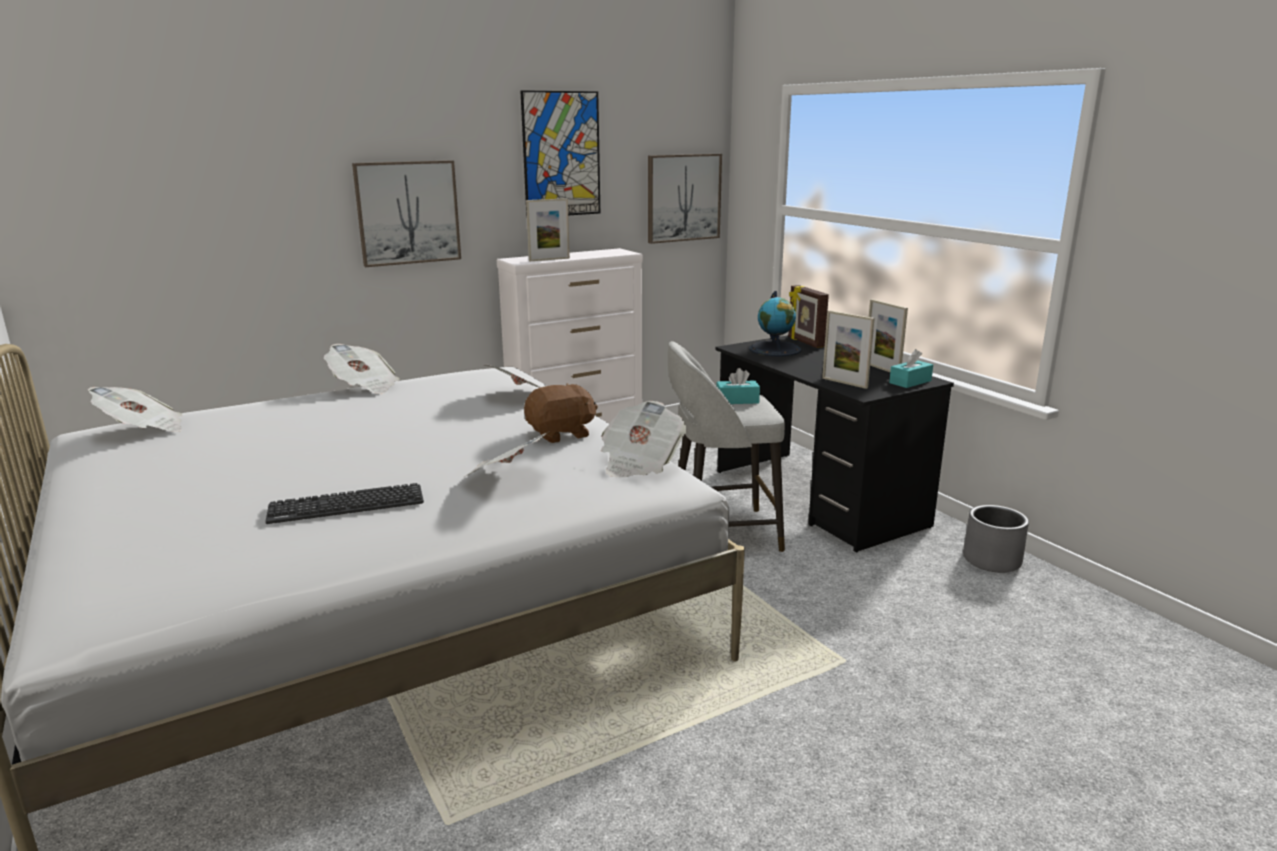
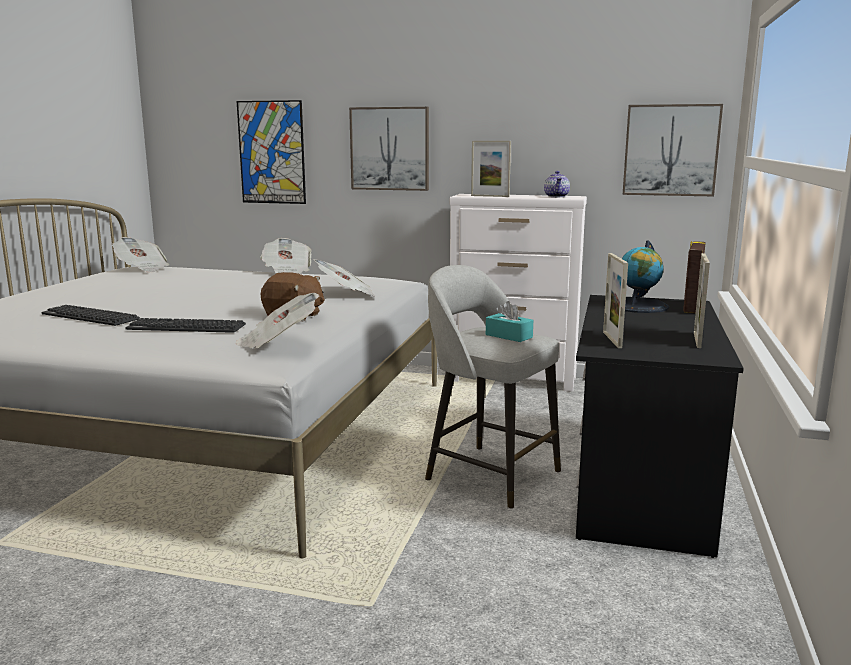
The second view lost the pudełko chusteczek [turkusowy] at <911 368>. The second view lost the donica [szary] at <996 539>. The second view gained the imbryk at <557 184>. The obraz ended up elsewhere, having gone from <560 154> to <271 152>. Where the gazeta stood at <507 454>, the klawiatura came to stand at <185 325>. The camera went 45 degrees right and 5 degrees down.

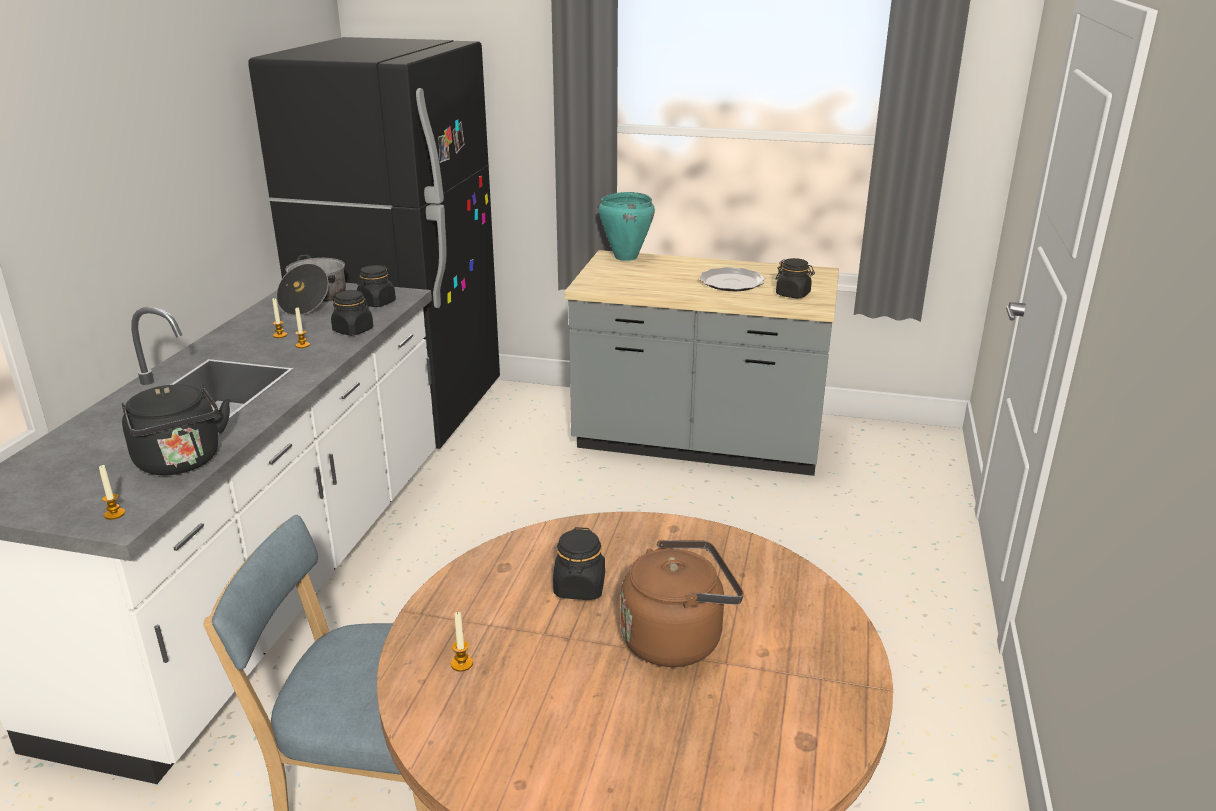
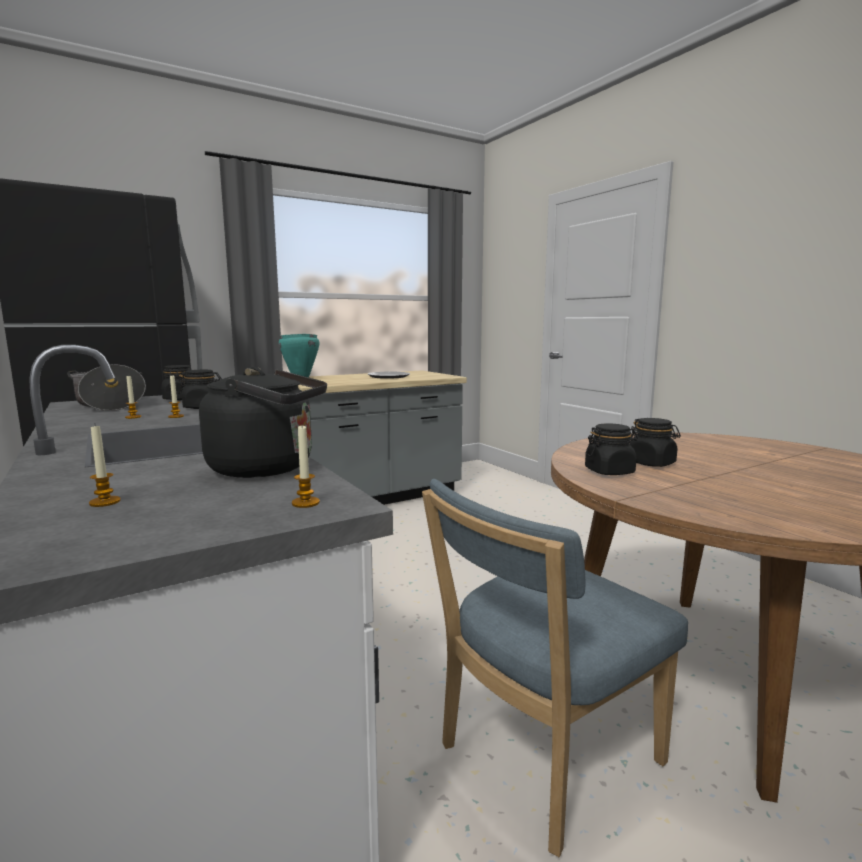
The second view lost the czajnik [brązowy] at <682 603>. The świeca ended up elsewhere, having gone from <462 641> to <105 466>. The słoik [czarny] ended up elsewhere, having gone from <795 278> to <611 449>. The camera went 45 degrees left and 15 degrees down.

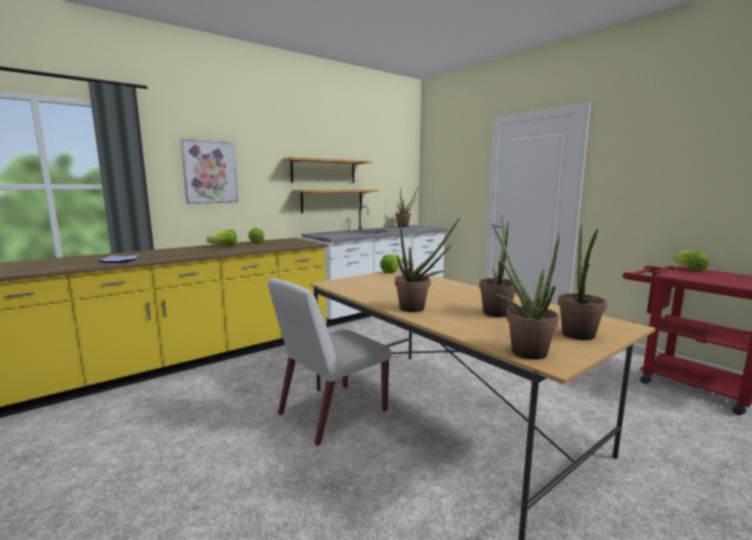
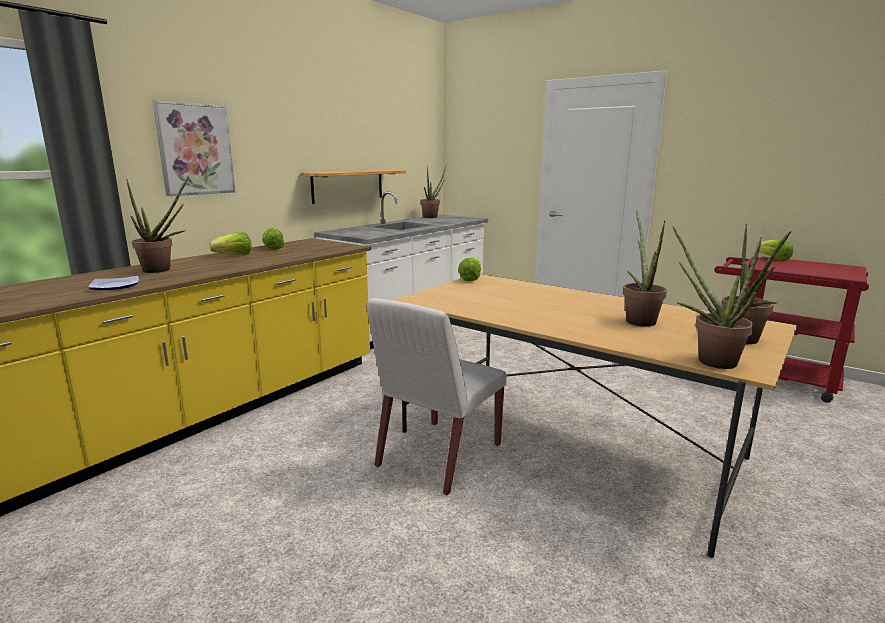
The second view lost the półka at <327 170>. The roślina doniczkowa ended up elsewhere, having gone from <427 264> to <157 224>. The camera went 15 degrees left and 5 degrees up.

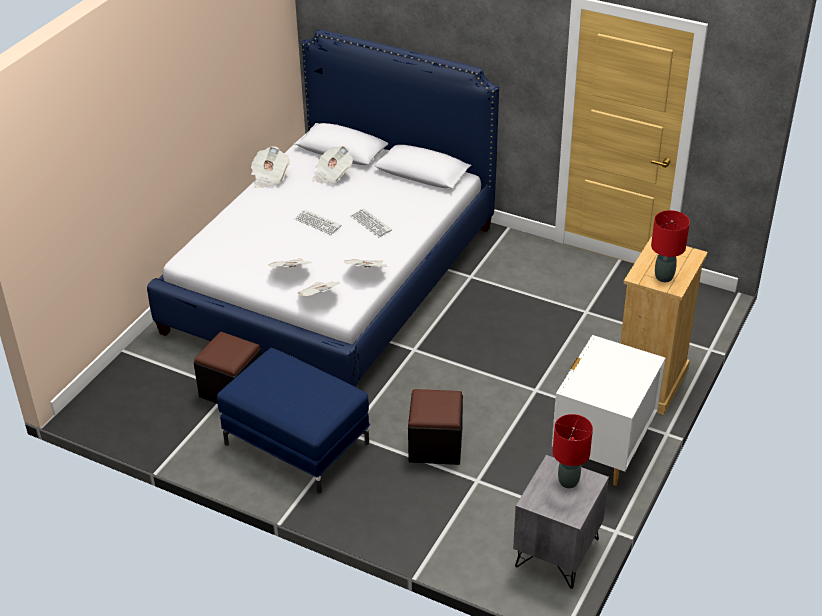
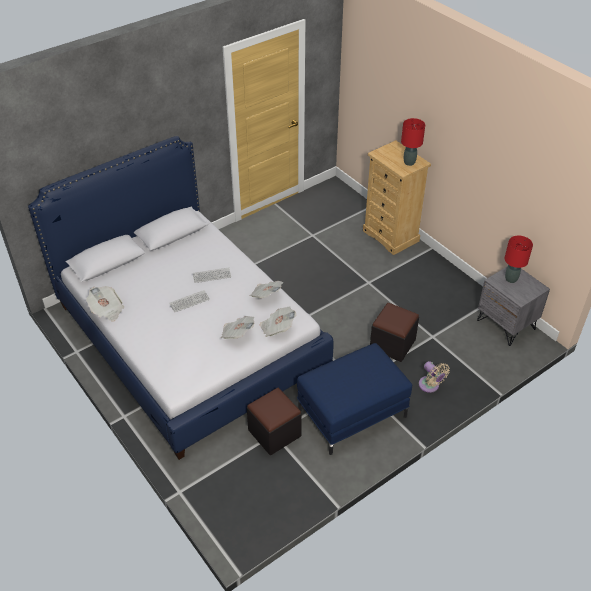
The second view lost the gazeta at <332 165>. The second view lost the szafka nocna [biały] at <609 410>. The second view gained the wentylator [beżowy] at <434 377>. The camera went 65 degrees left and 5 degrees up.

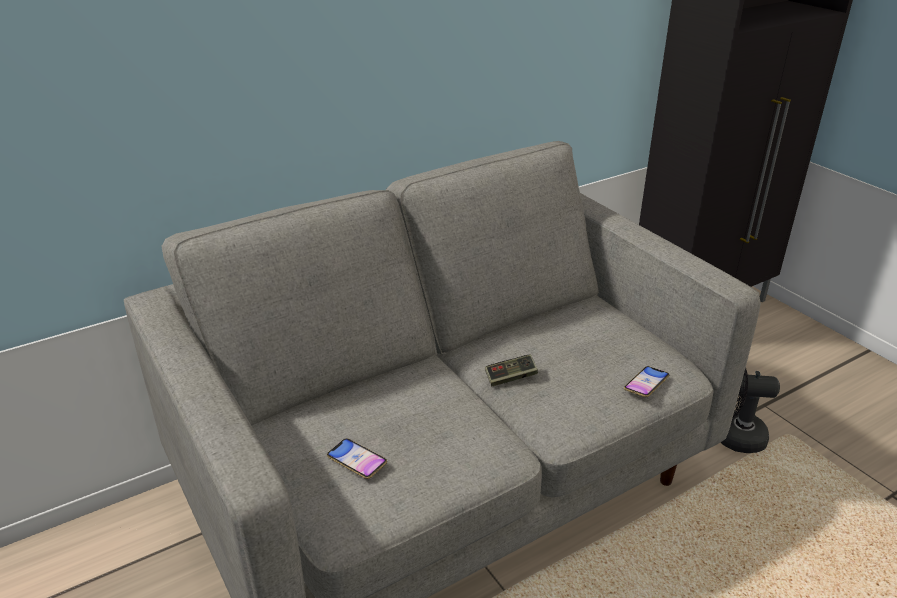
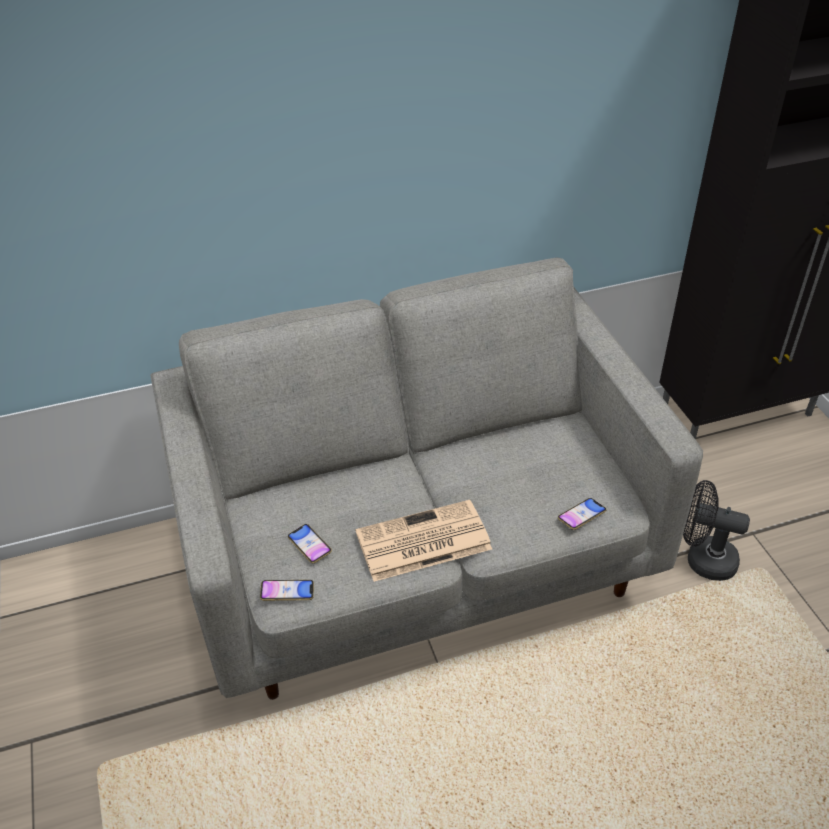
The second view lost the pad do gier at <511 370>. The second view gained the telefon at <287 590>. The second view gained the gazeta at <423 541>. The camera went 15 degrees right and 10 degrees up.

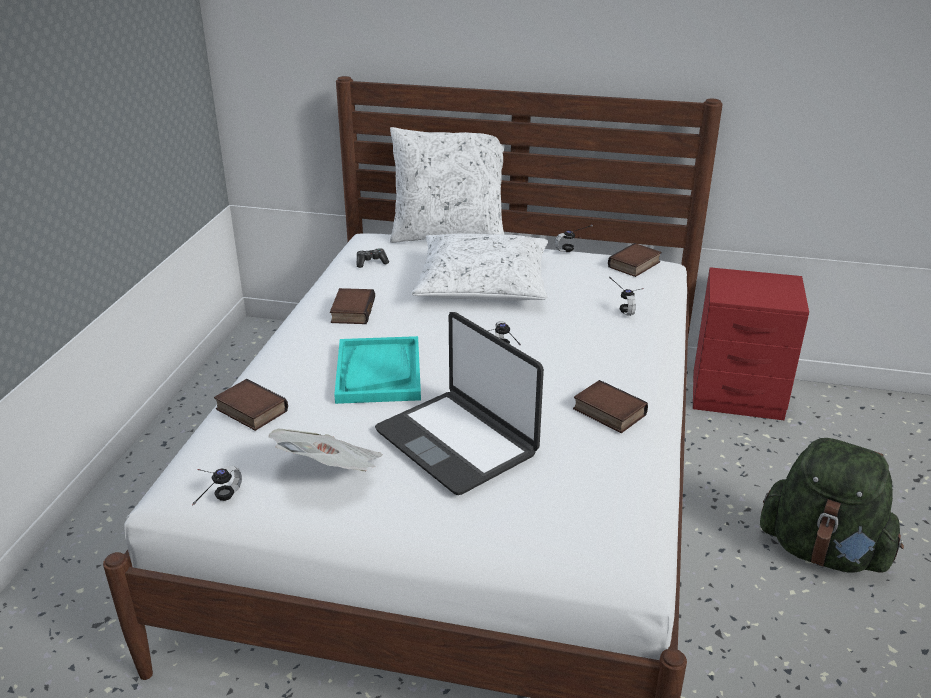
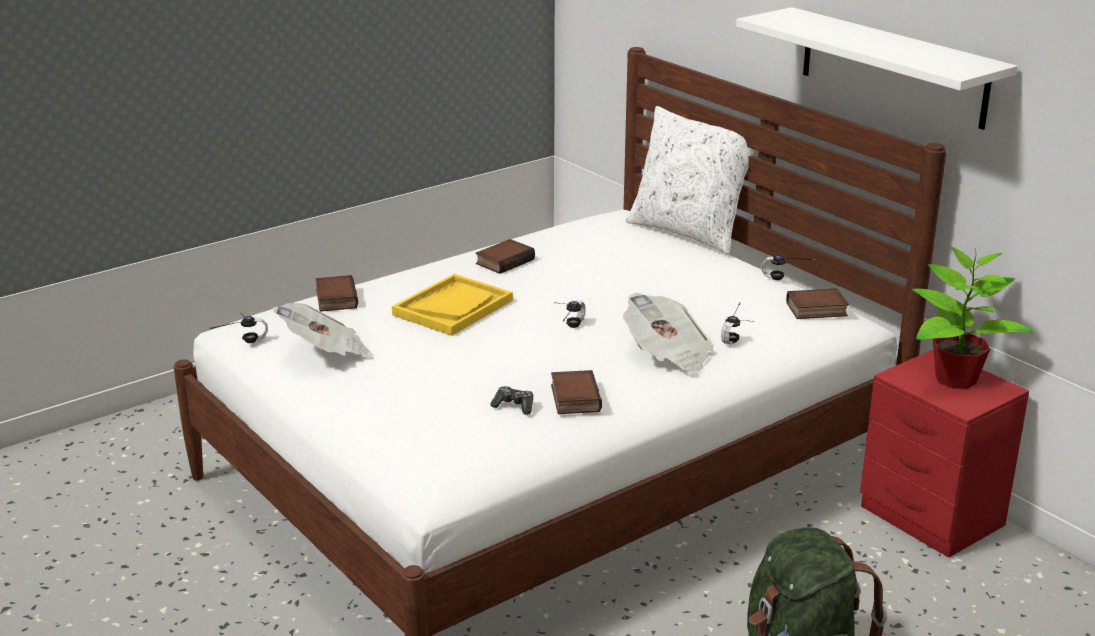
The second view lost the laptop at <459 403>. The second view lost the poduszka [biały] at <479 267>. The second view gained the gazeta at <668 334>. The second view gained the półka [biały] at <877 68>. The second view gained the roślina doniczkowa at <972 318>. The pad do gier ended up elsewhere, having gone from <373 258> to <511 400>. What was the taca [turkusowy] at <377 370> turned into the taca [żółty] at <452 305>. The camera went 40 degrees right and 5 degrees down.

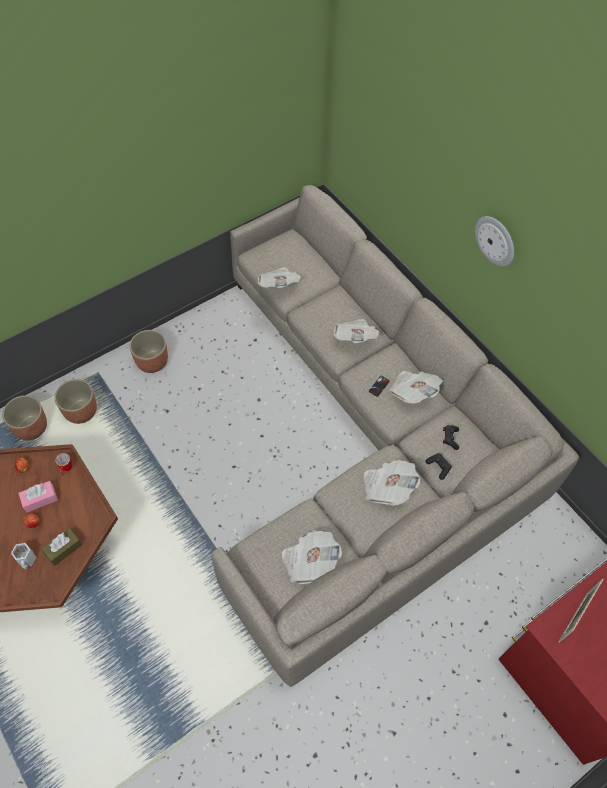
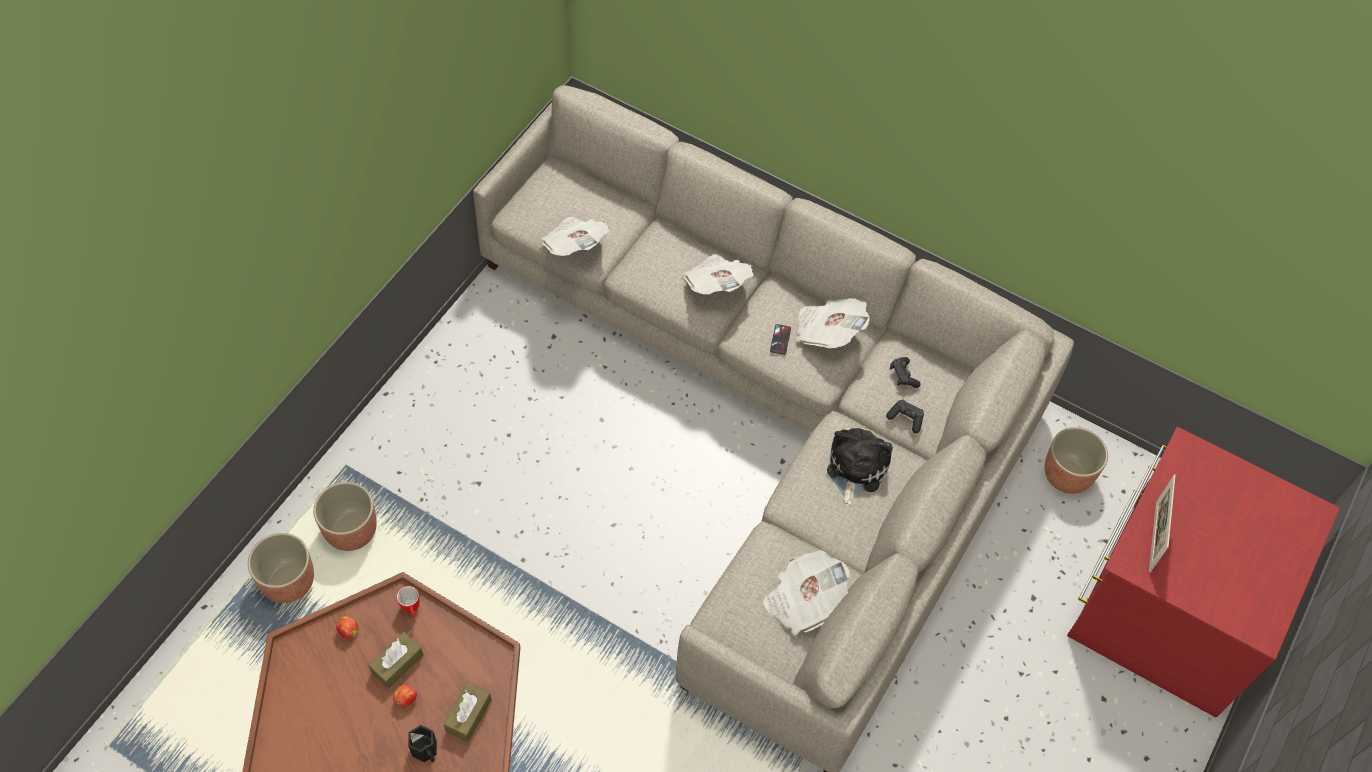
The second view lost the zegar ścienny at <494 241>. The donica ended up elsewhere, having gone from <148 351> to <1076 460>. Where the gazeta stood at <392 482>, the pluszak came to stand at <860 467>. What was the kubek [biały] at <23 556> turned into the kubek [czarny] at <422 743>. What was the pudełko chusteczek [różowy] at <38 496> turned into the pudełko chusteczek [brązowy] at <395 660>. The camera went 25 degrees left and 0 degrees up.

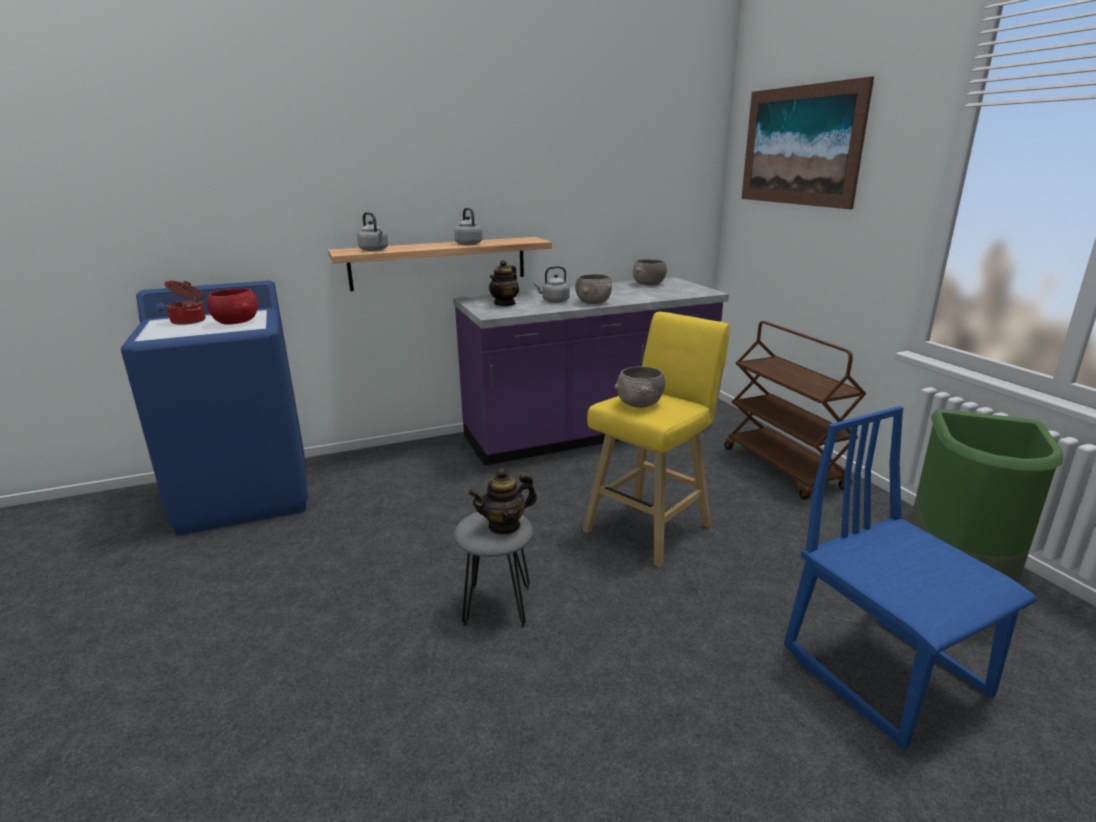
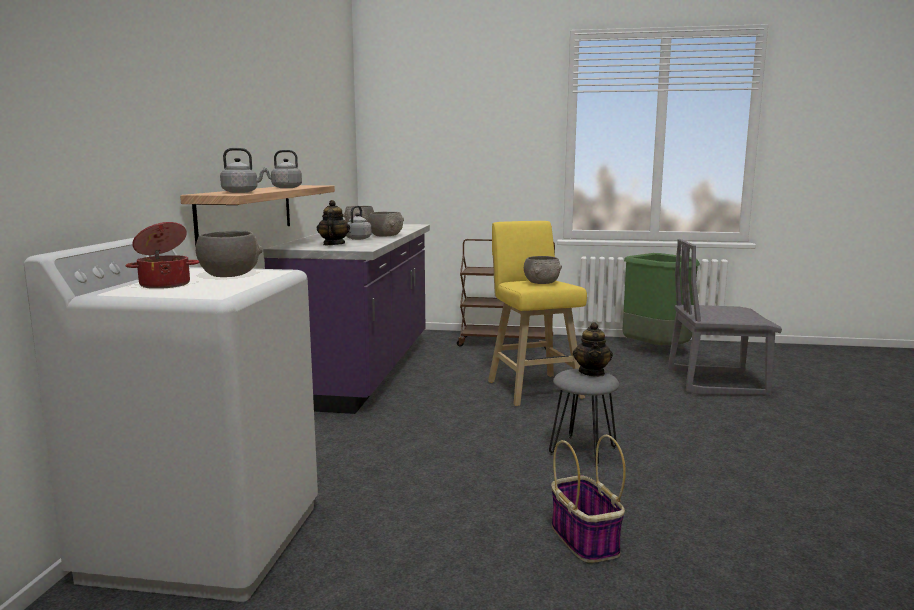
The second view lost the obraz at <807 142>. The second view gained the koszyk at <588 499>. What was the pralka [niebieski] at <215 408> turned into the pralka [biały] at <171 420>. What was the miska [czerwony] at <232 306> turned into the miska [szary] at <229 254>. What was the krzesło [niebieski] at <910 578> turned into the krzesło [szary] at <725 317>. The imbryk at <504 283> ended up facing another way, 150 degrees counterclockwise from before. The camera went 60 degrees left and 10 degrees down.

